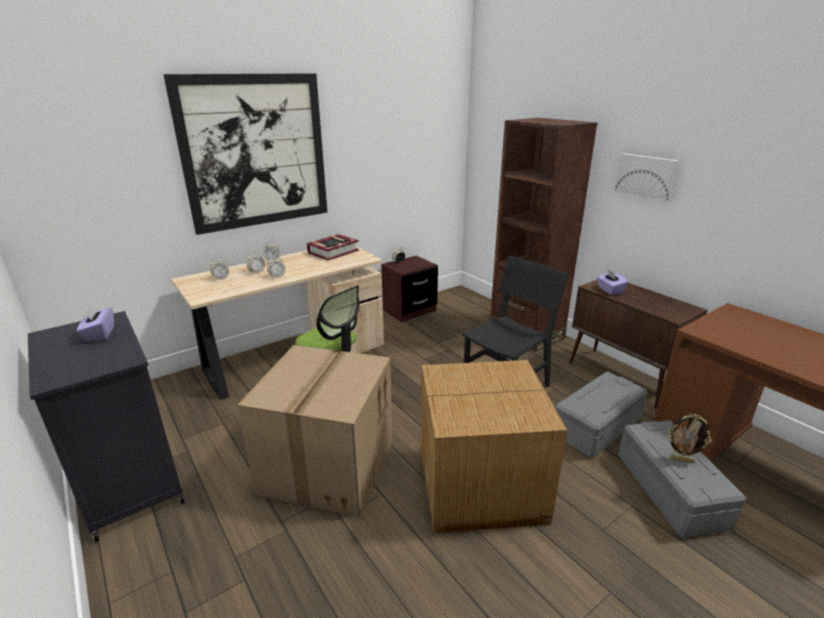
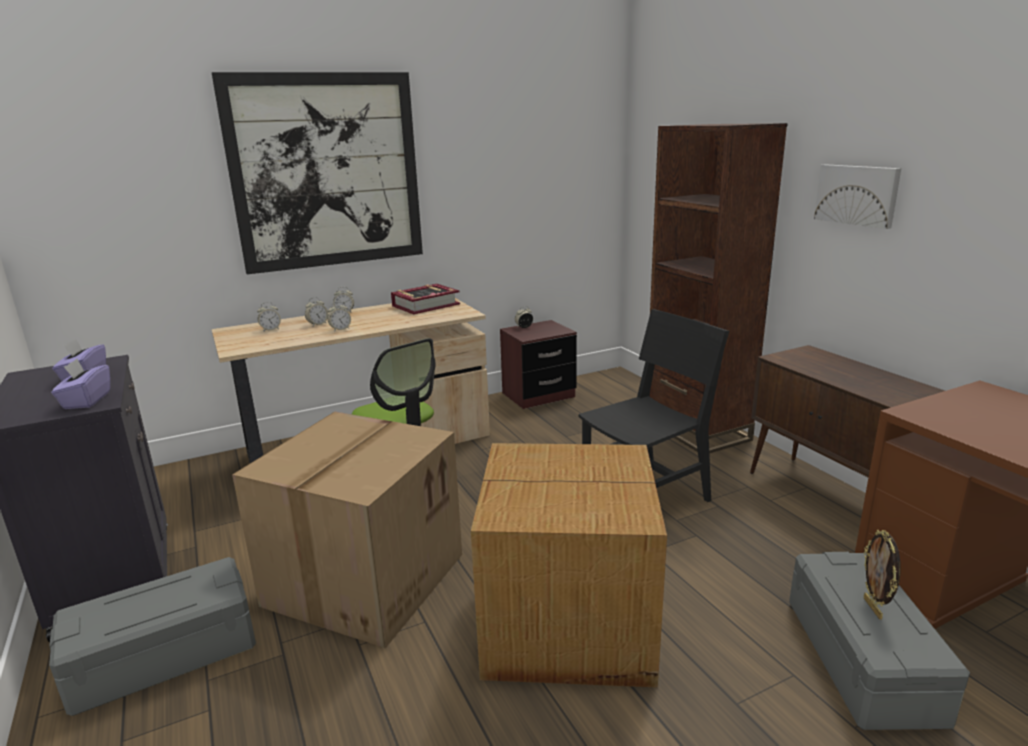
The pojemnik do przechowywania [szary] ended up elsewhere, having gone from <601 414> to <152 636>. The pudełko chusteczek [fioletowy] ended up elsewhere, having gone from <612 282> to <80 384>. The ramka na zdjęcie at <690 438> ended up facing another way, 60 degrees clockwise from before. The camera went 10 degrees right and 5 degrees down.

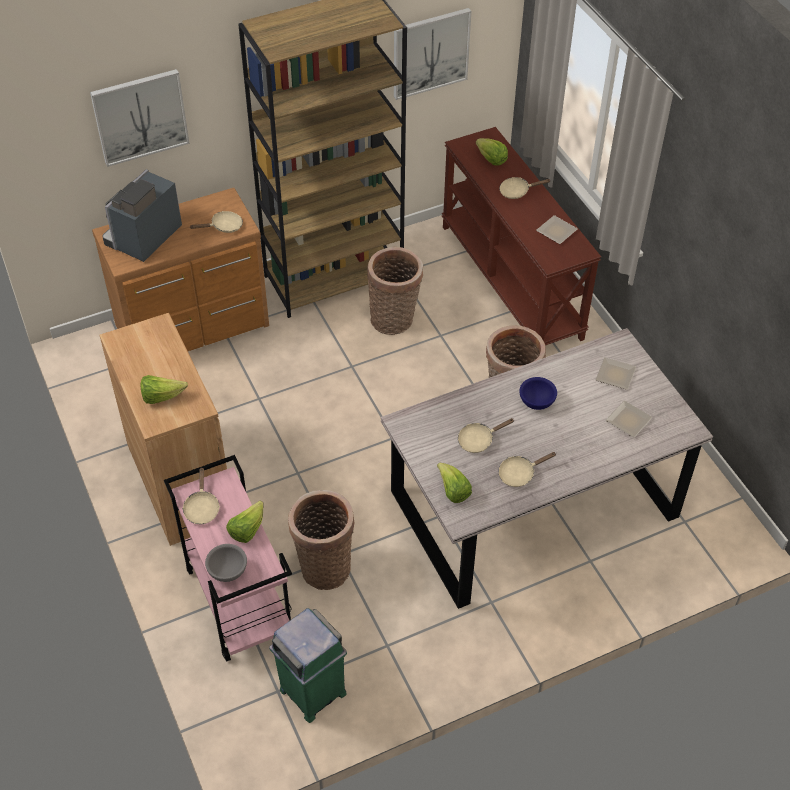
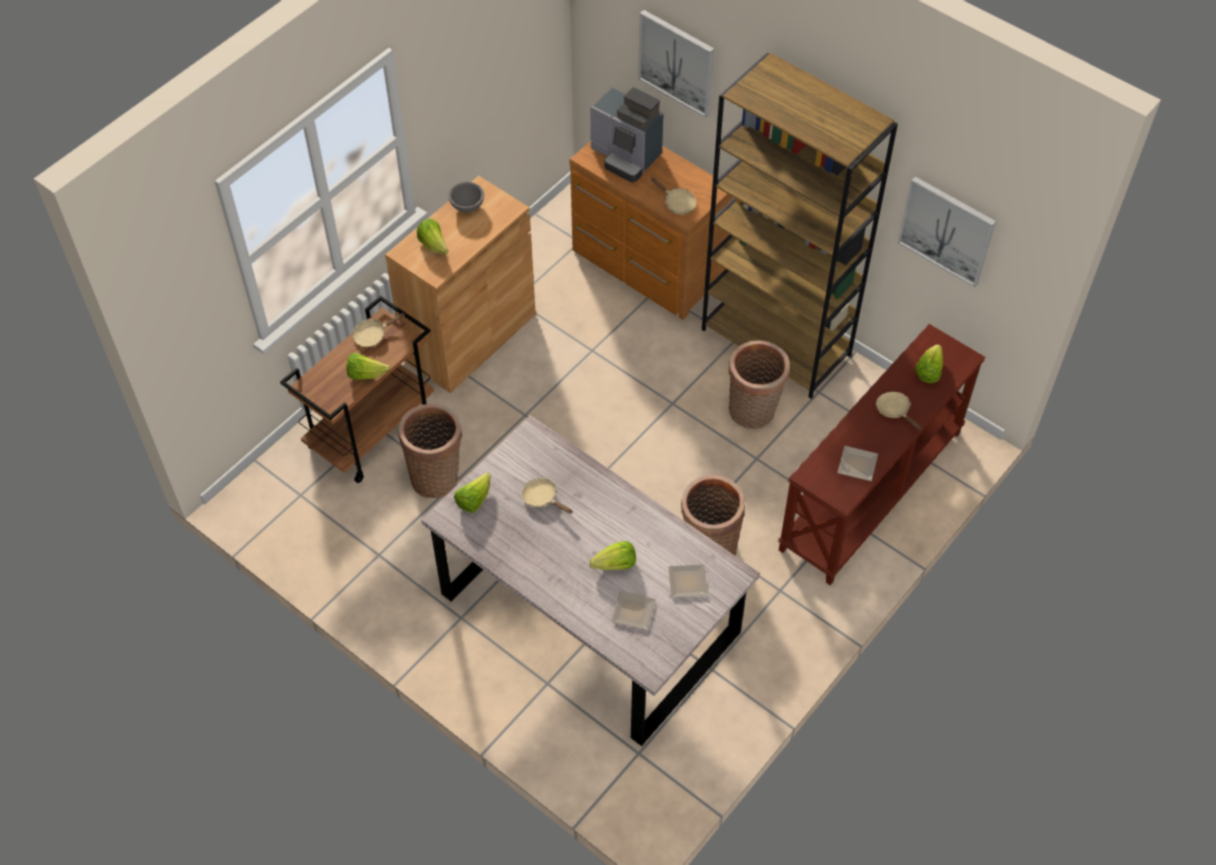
The second view lost the kosz na śmieci [zielony] at <308 665>. The second view lost the patelnia [beżowy] at <527 469>. The second view lost the miska [niebieski] at <538 393>. The second view gained the sałata at <613 555>. The miska [szary] ended up elsewhere, having gone from <226 563> to <466 197>. What was the wózek [różowy] at <228 558> turned into the wózek [brązowy] at <357 389>. The ekspres do kawy at <142 215> ended up facing another way, 150 degrees counterclockwise from before. The camera went 65 degrees right and 5 degrees up.

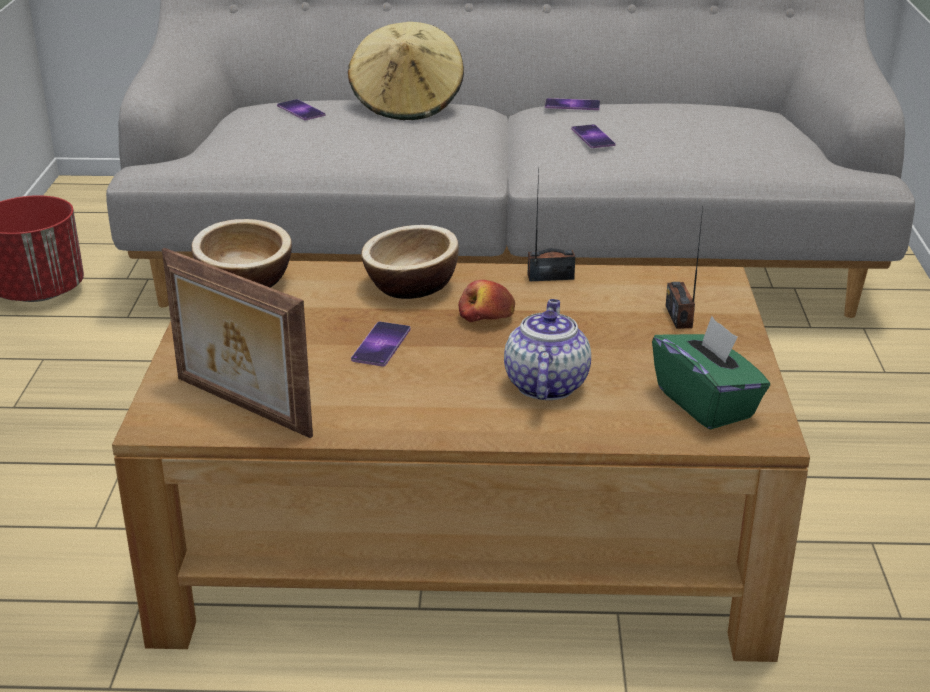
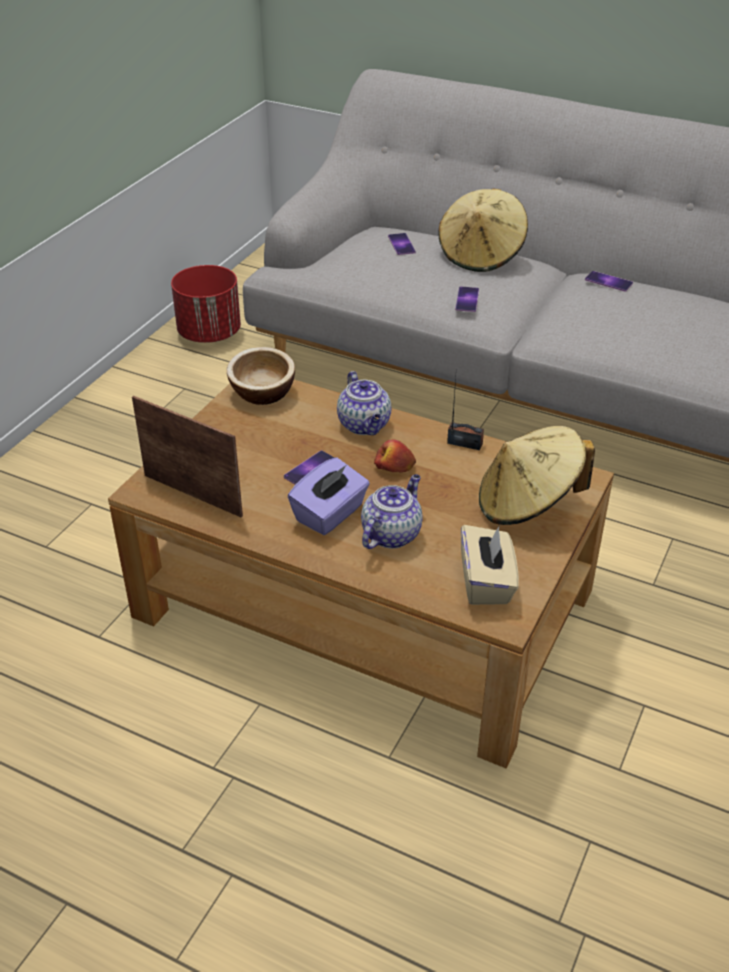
The second view gained the pudełko chusteczek [fioletowy] at <329 496>. The telefon ended up elsewhere, having gone from <593 136> to <467 299>. Where the miska stood at <410 262>, the imbryk came to stand at <364 403>. Where the radio stood at <684 268>, the kapelusz [beżowy] came to stand at <537 475>. What was the pudełko chusteczek [zielony] at <711 373> turned into the pudełko chusteczek [beżowy] at <490 565>. The ramka na zdjęcie at <237 343> ended up facing another way, 150 degrees clockwise from before. The camera went 25 degrees right and 10 degrees up.

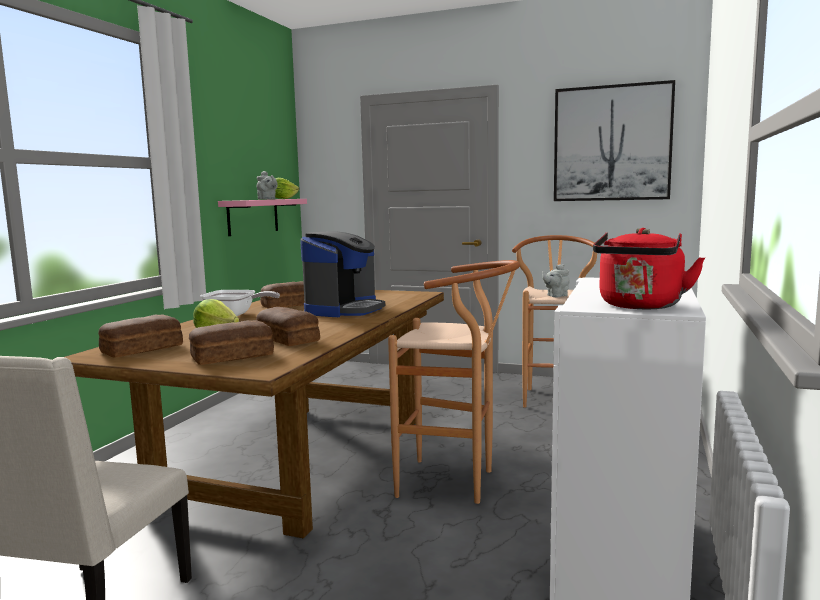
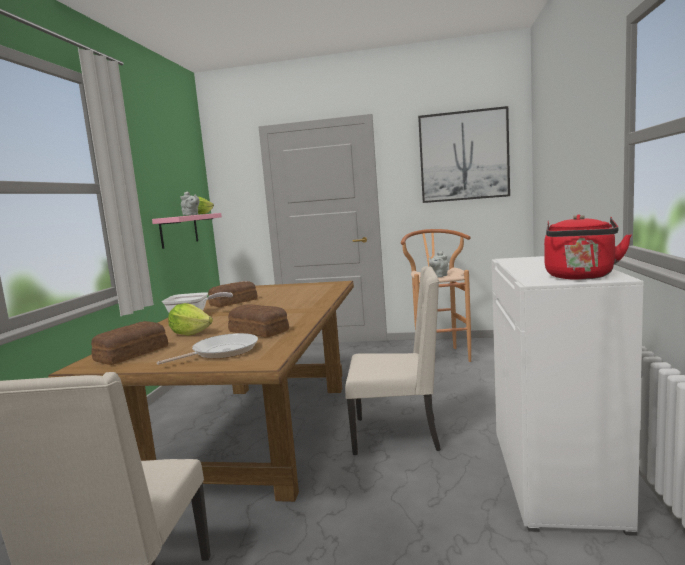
The second view lost the ekspres do kawy at <342 274>. Where the chleb stood at <231 342>, the patelnia came to stand at <207 349>. Where the stołek [brązowy] stood at <454 382>, the krzesło [beżowy] came to stand at <393 360>. The camera went 10 degrees left and 0 degrees up.

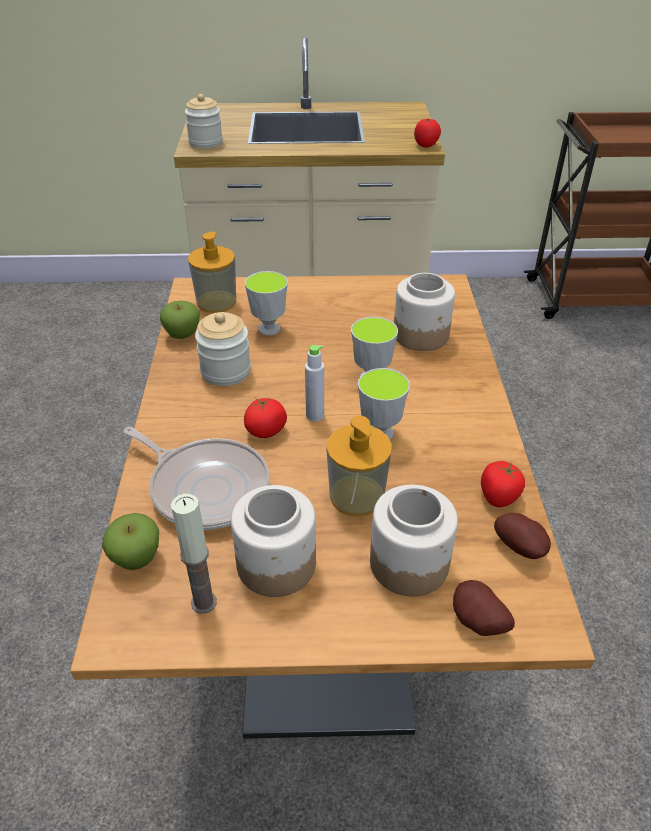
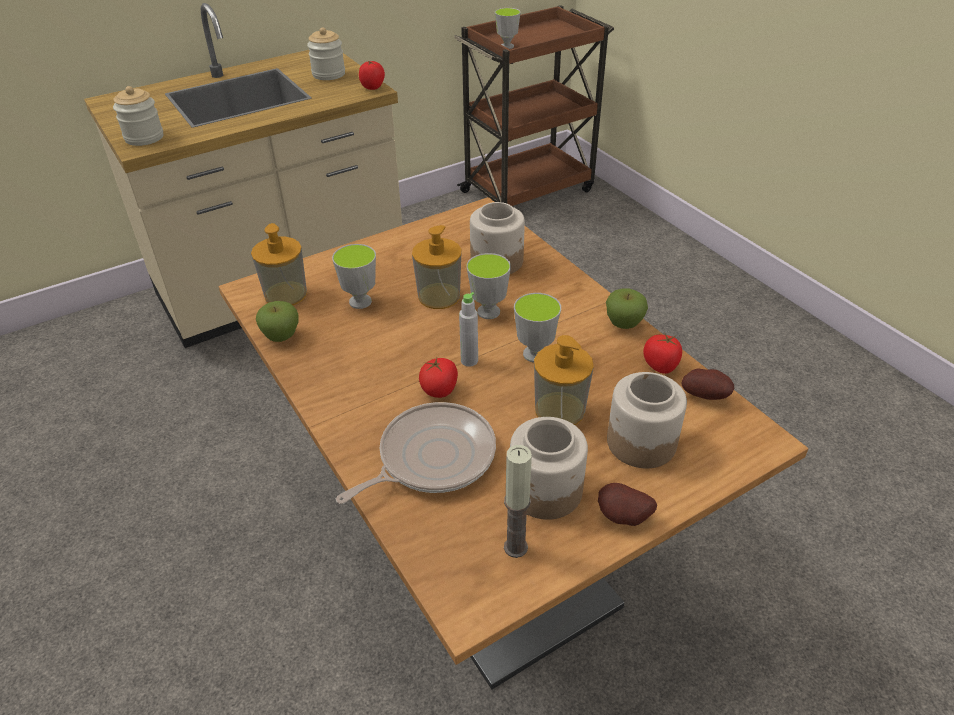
The second view gained the dozownik mydła at <437 267>. The second view gained the filiżanka at <508 28>. The jabłko ended up elsewhere, having gone from <130 541> to <627 308>. The słoik ended up elsewhere, having gone from <223 349> to <326 53>. The ziemniak ended up elsewhere, having gone from <484 608> to <627 504>. The patelnia at <197 478> ended up facing another way, 45 degrees counterclockwise from before. The camera went 30 degrees left and 0 degrees up.

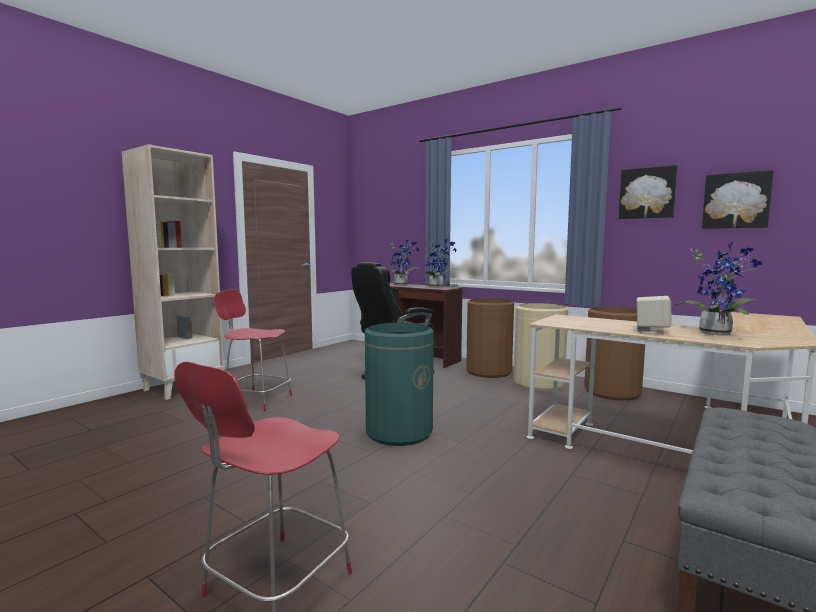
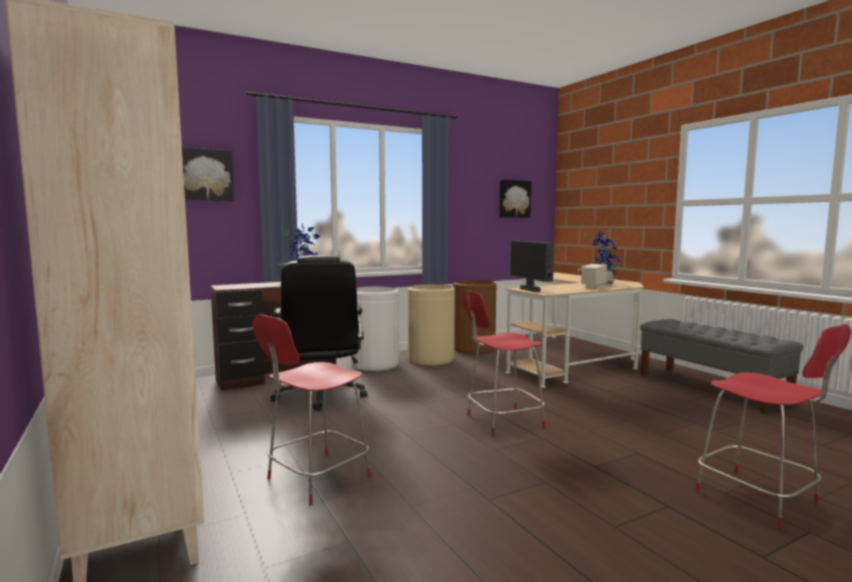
The second view lost the roślina doniczkowa at <404 262>. The second view gained the monitor at <532 266>. The obraz ended up elsewhere, having gone from <648 192> to <208 174>. Where the kosz na śmieci [zielony] stood at <399 384>, the krzesło [czerwony] came to stand at <503 363>. What was the kosz na śmieci [brązowy] at <490 338> turned into the kosz na śmieci [biały] at <375 328>. The camera went 65 degrees left and 0 degrees up.

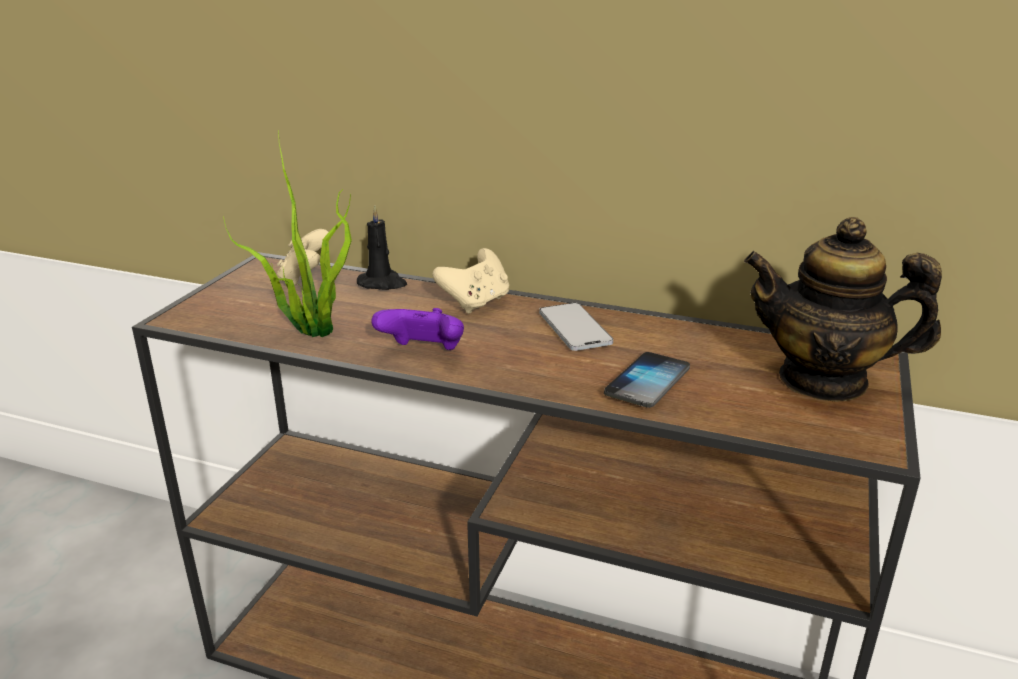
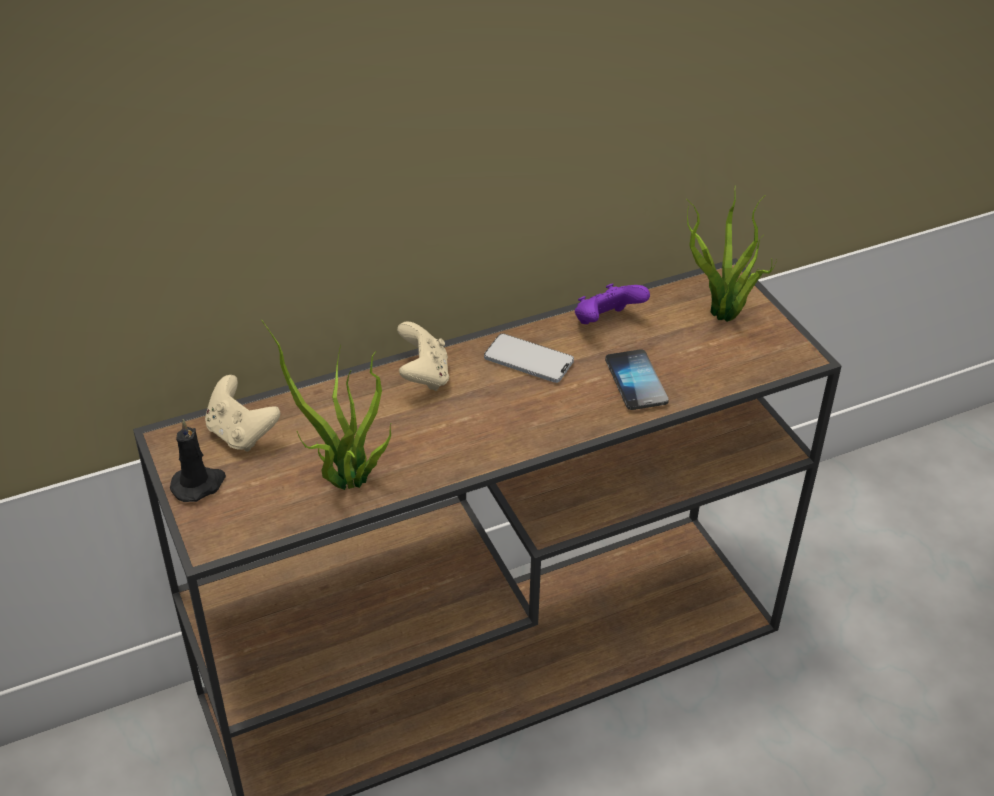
The świeca [czarny] ended up elsewhere, having gone from <382 248> to <198 460>. The pad do gier [fioletowy] ended up elsewhere, having gone from <417 329> to <612 303>. Where the imbryk stood at <843 309>, the roślina doniczkowa came to stand at <731 256>. The camera went 45 degrees left and 15 degrees up.

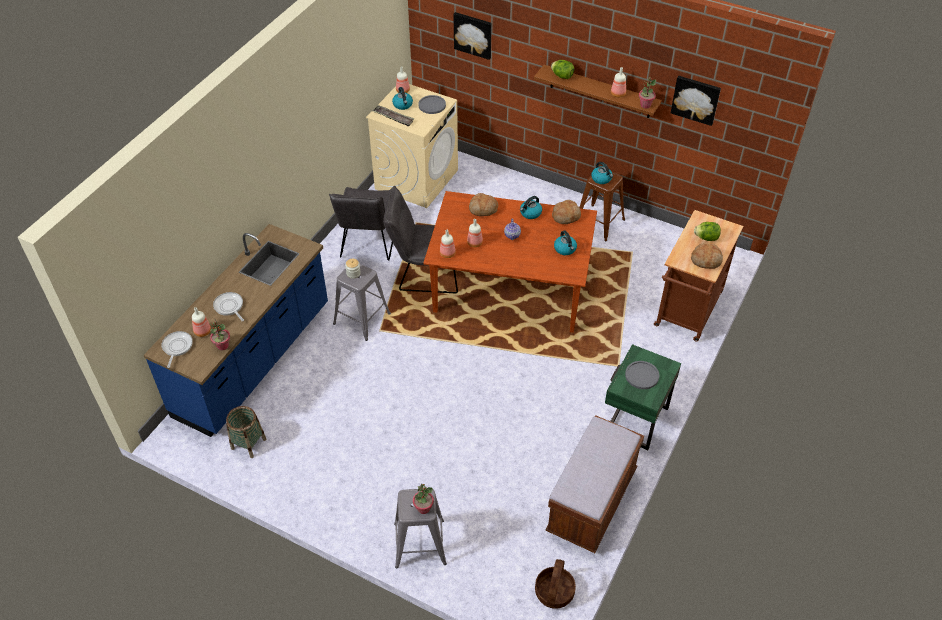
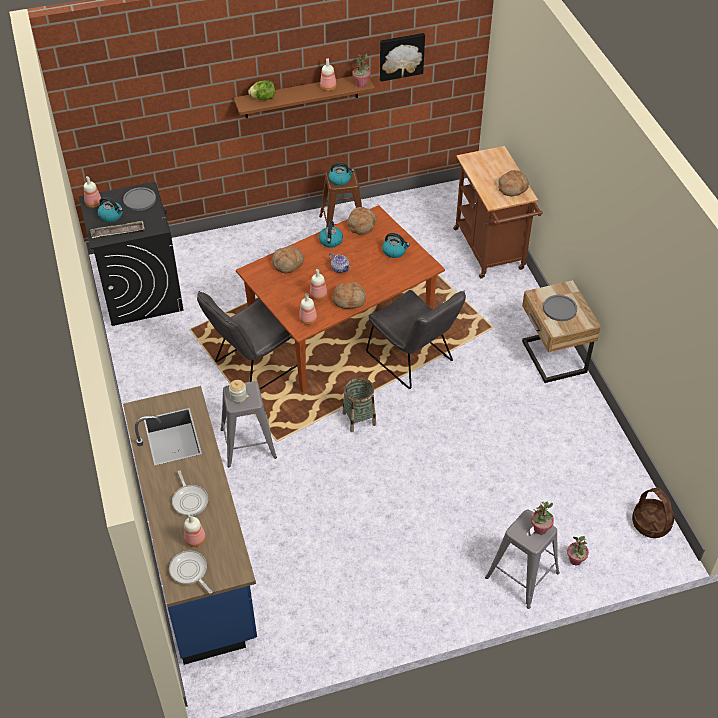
The second view lost the obraz at <472 36>. The second view lost the ławka [brązowy] at <594 484>. The second view lost the sałata at <707 231>. The second view gained the chleb at <349 295>. The roślina doniczkowa ended up elsewhere, having gone from <220 334> to <578 550>. The koszyk ended up elsewhere, having gone from <246 432> to <359 404>. The krzesło [szary] ended up elsewhere, having gone from <361 224> to <416 339>. What was the pralka [beżowy] at <412 146> turned into the pralka [czarny] at <131 254>. What was the szafka nocna [zielony] at <643 397> turned into the szafka nocna [beżowy] at <561 331>. The patelnia at <228 306> ended up facing another way, 120 degrees counterclockwise from before. The camera went 45 degrees left and 0 degrees up.

